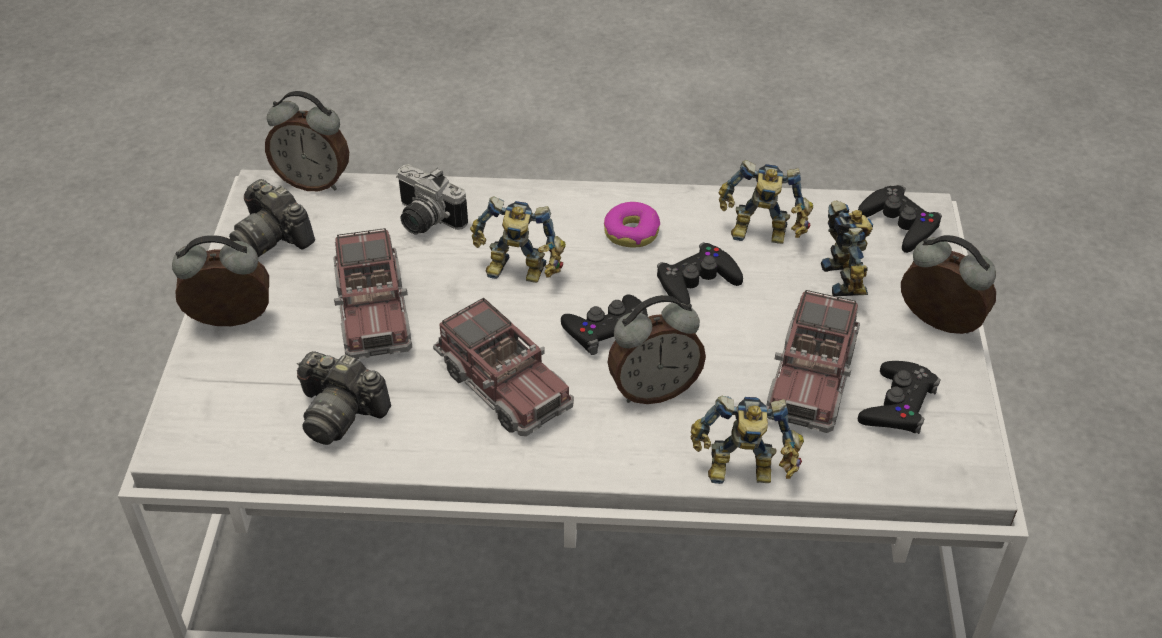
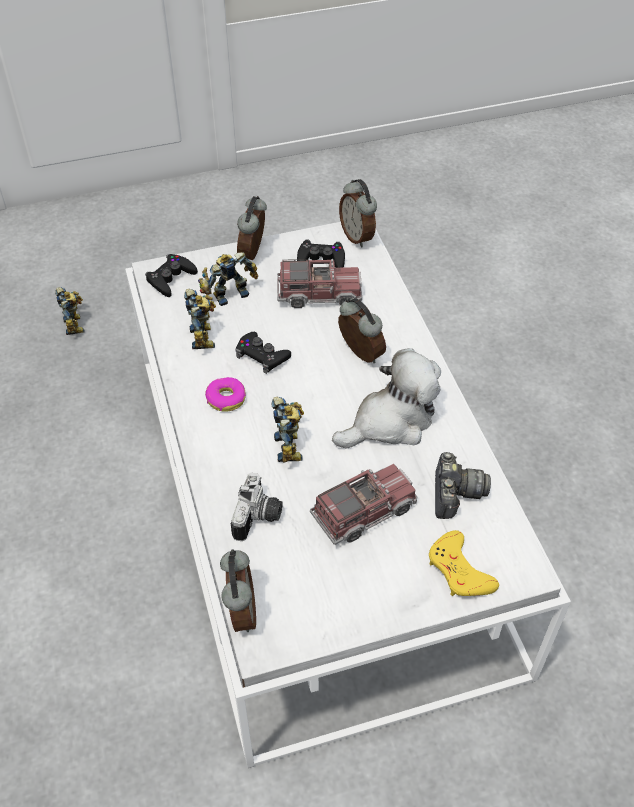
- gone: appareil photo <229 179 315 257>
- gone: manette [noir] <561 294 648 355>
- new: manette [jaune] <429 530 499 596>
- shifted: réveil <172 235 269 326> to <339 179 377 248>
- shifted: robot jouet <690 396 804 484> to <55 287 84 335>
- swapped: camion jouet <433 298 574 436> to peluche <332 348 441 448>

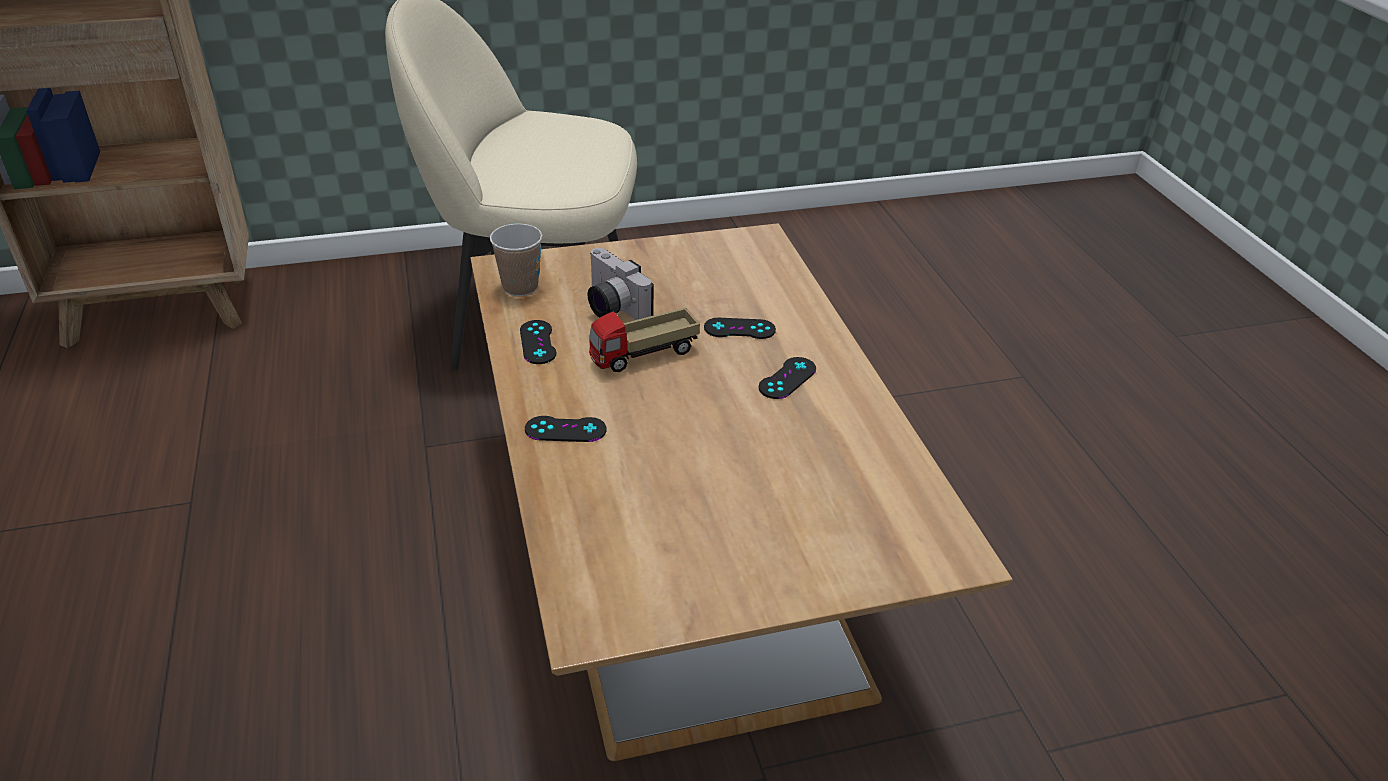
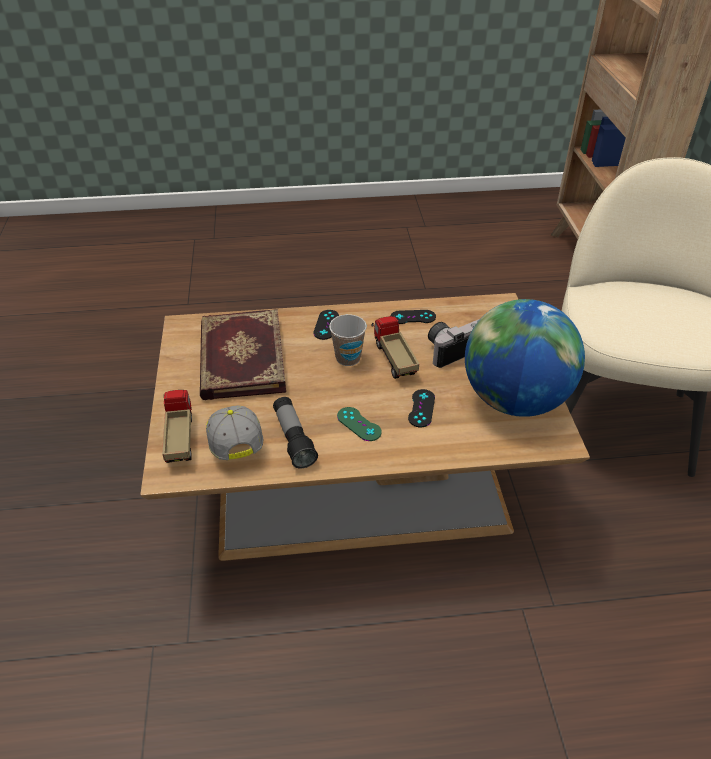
- new: camion jouet <162 390 192 463>
- new: livre <200 309 286 400>
- new: casquette <206 406 264 460>
- new: lampe de poche <273 397 318 468>
- new: globe <465 299 585 417>
- shifted: tasse <490 224 542 296> to <329 314 367 366>
- repainted: manette [noir] <759 357 816 399> to manette [vert] <337 407 382 441>

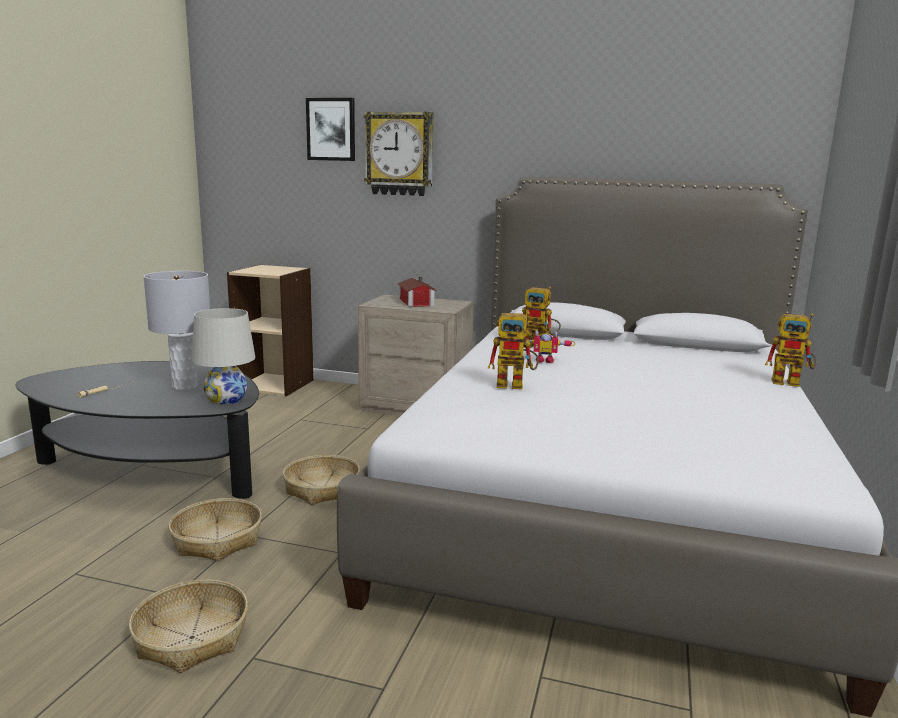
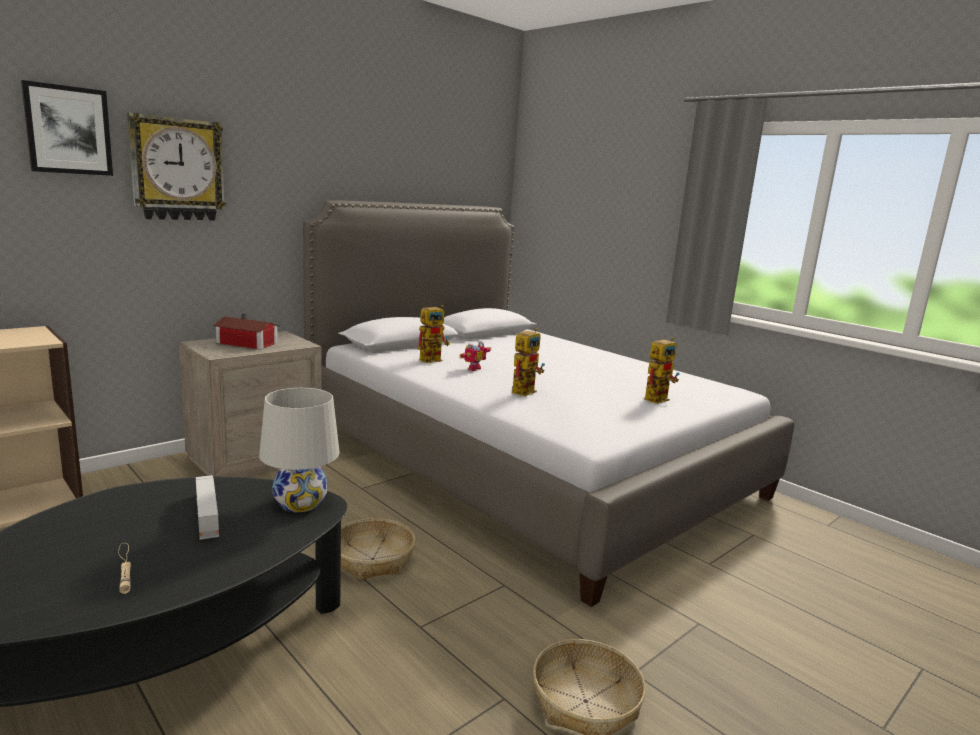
- gone: panier <168 498 262 561>
- shifted: robot jouet <765 313 817 387> to <645 337 679 404>
- swapped: lampe de table [gris] <143 271 210 390> to camion jouet <196 475 219 540>

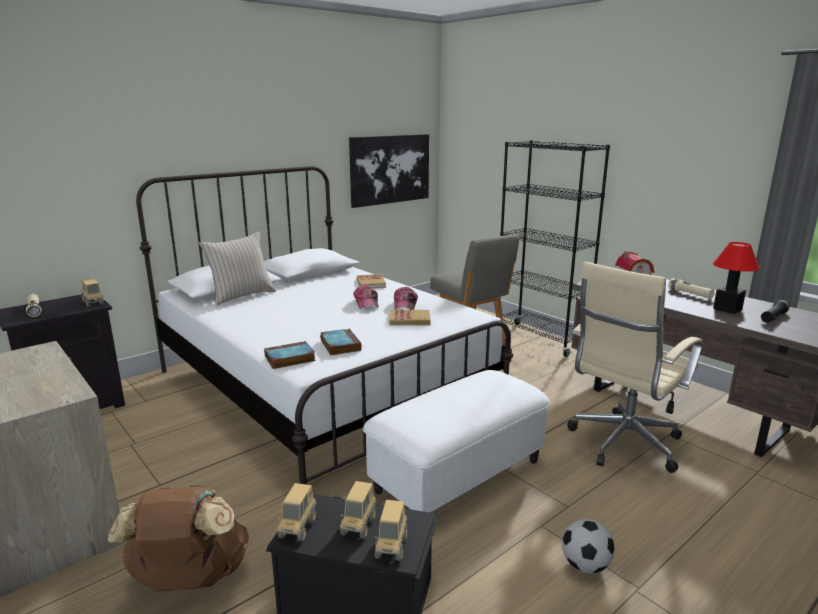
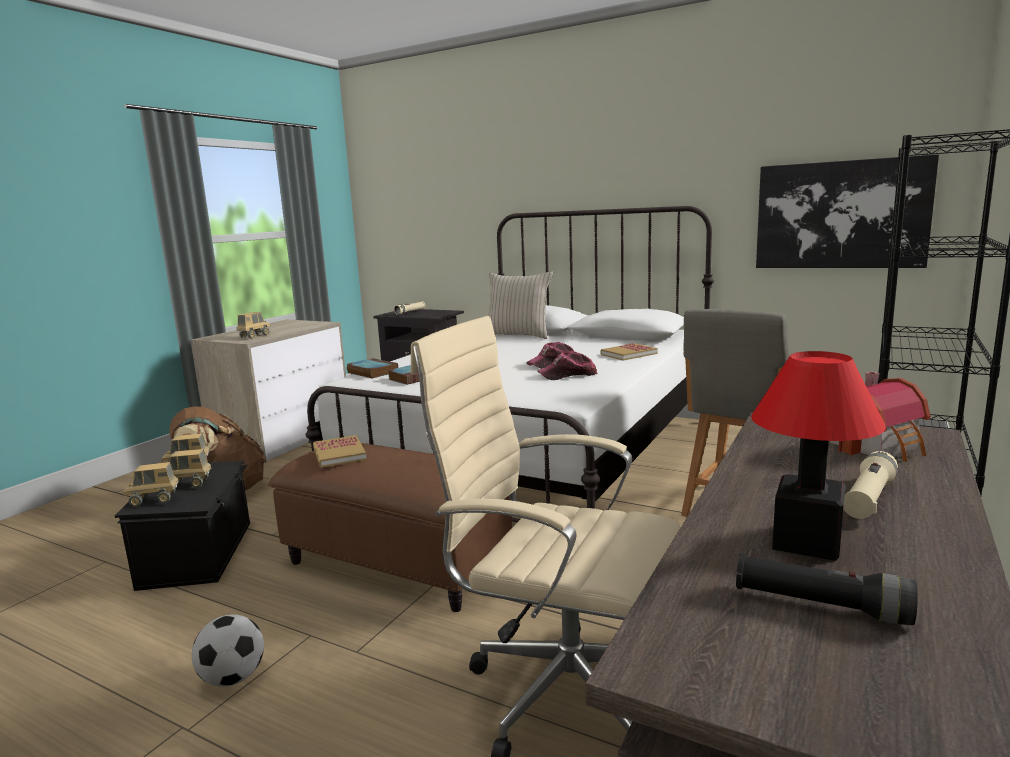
- shifted: camion jouet <80 279 104 307> to <237 312 270 338>
- shifted: livre <389 310 431 325> to <313 435 367 468>
- repainted: pouf [blanc] <363 370 550 513> to pouf [marron] <268 443 512 612>

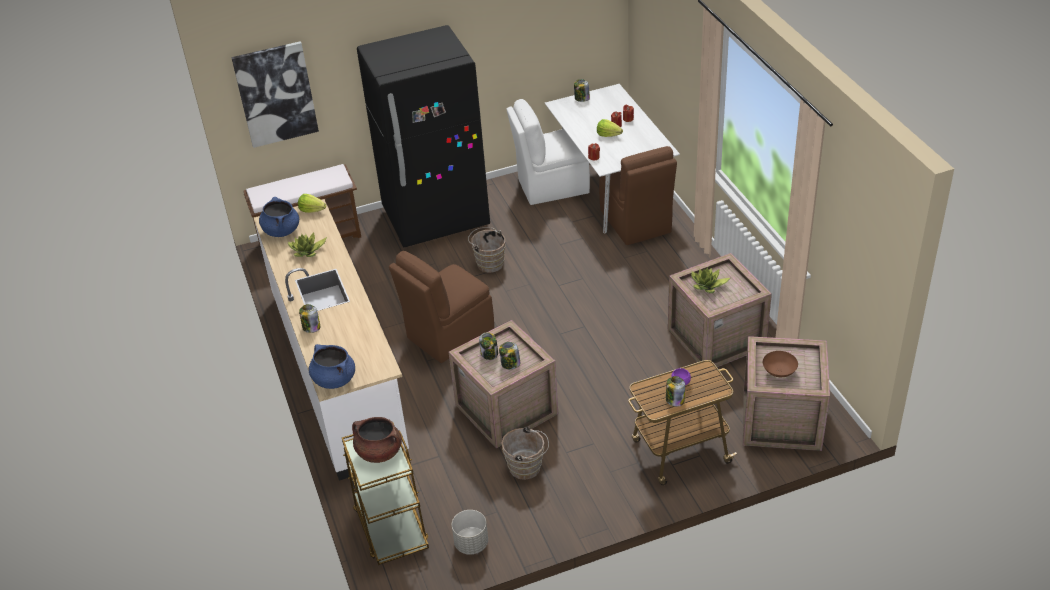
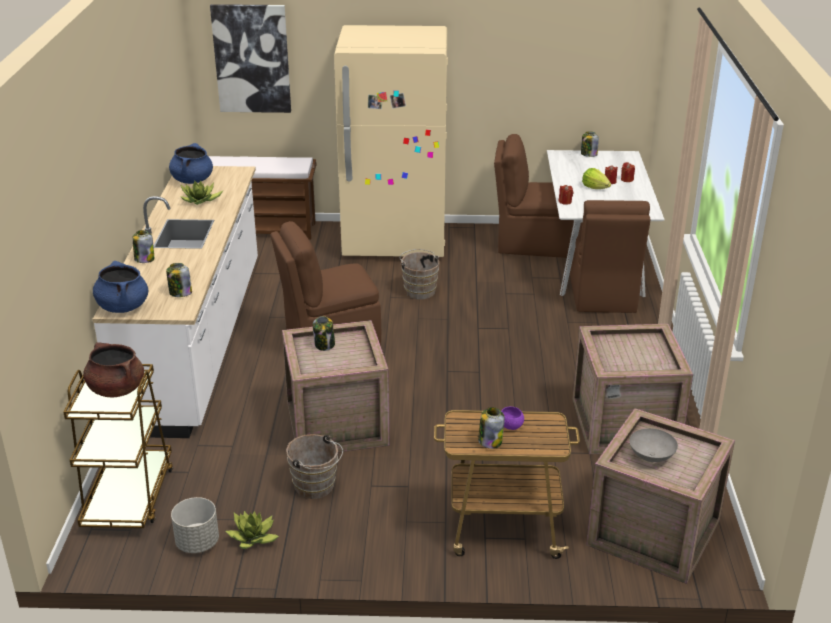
- gone: laitue <298 194 326 213>
- shifted: bocal <499 342 521 369> to <166 263 192 297>
- shifted: plante en pot <691 267 730 293> to <225 511 279 549>
- repainted: réfrigérateur [noir] <357 25 490 248> to réfrigérateur [beige] <334 25 448 257>
- repainted: chaise [blanc] <506 99 590 205> to chaise [marron] <494 134 574 258>
- repainted: bol [marron] <763 351 798 377> to bol [gris] <629 428 678 462>

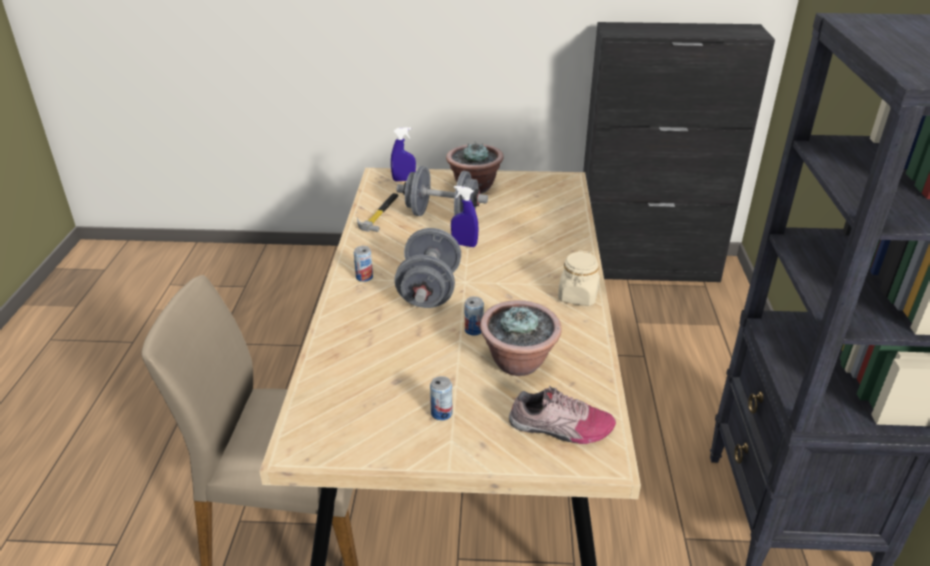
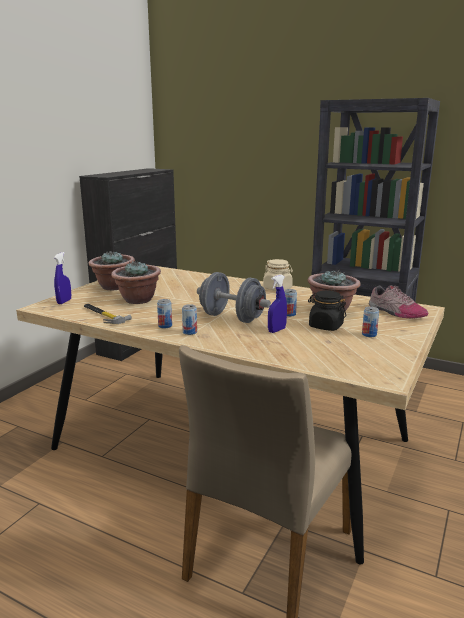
- new: boîte métallique <157 299 172 329>
- new: bocal [noir] <308 290 346 331>
- shifted: vaporisateur [bleu] <451 186 479 247> to <268 275 287 333>
- swapped: haltère [gris] <397 166 488 216> to plante en pot <111 261 161 304>
- rotated: chaussure <509 386 616 444> = <369 285 428 319> 105 degrees clockwise

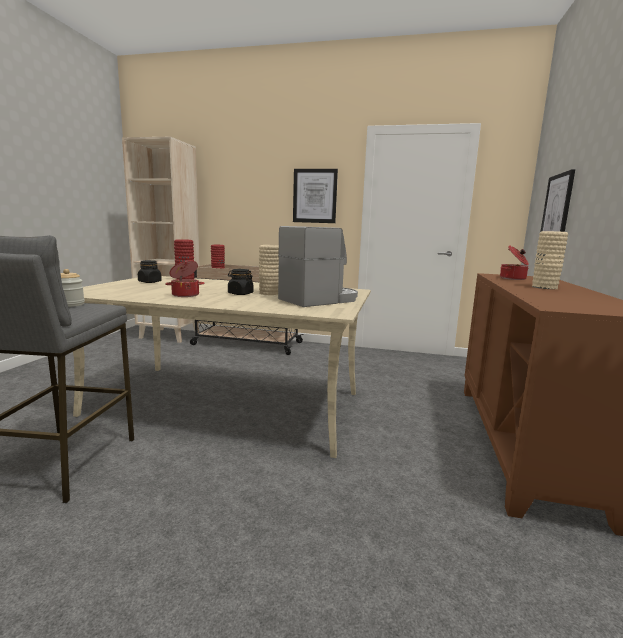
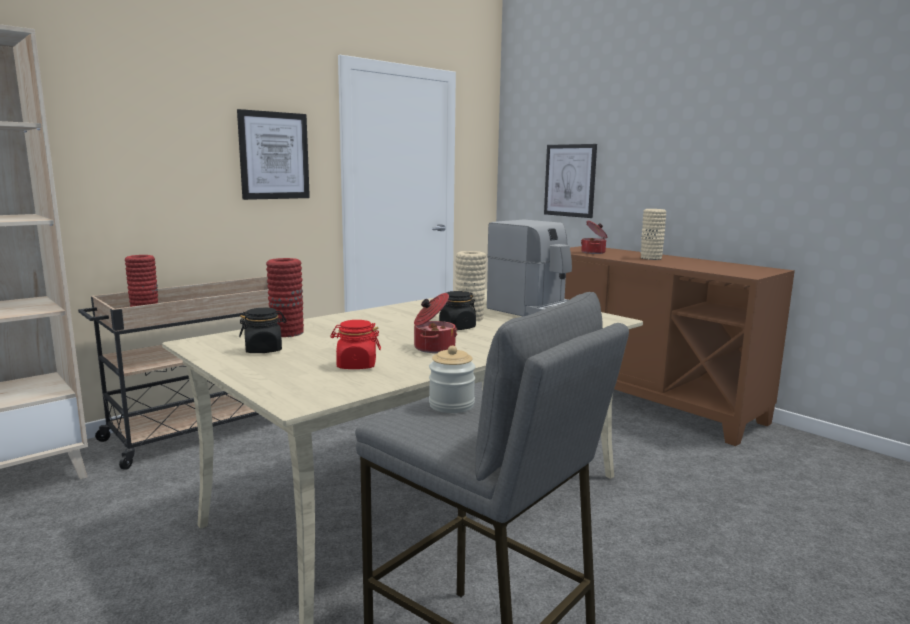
- new: bocal [rouge] <330 320 381 369>
- rotated: machine à café <278 226 358 307> = <487 220 572 316> 135 degrees clockwise

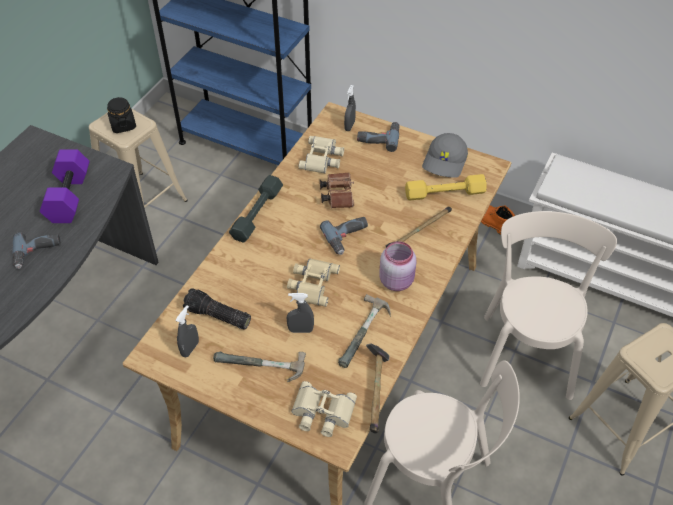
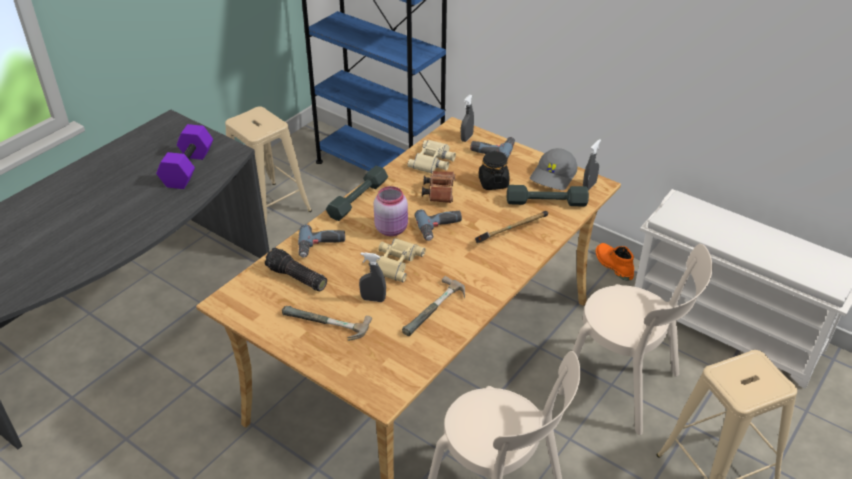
- gone: jumelles [beige] <291 381 357 437>
- gone: marteau <366 343 389 434>
- shifted: perceuse <12 233 61 269> to <298 225 345 258>
- shifted: bocal [noir] <107 97 136 133> to <479 151 509 190>
- shifted: vaporisateur [gris] <175 305 199 357> to <583 139 601 190>
- shifted: bocal [rose] <379 241 417 291> to <374 186 408 236>
- repainted: haltère [jaune] <405 174 487 200> to haltère [gris] <507 185 589 206>
- rotated: chaise [beige] <480 211 617 400> = <558 244 713 435> 105 degrees clockwise

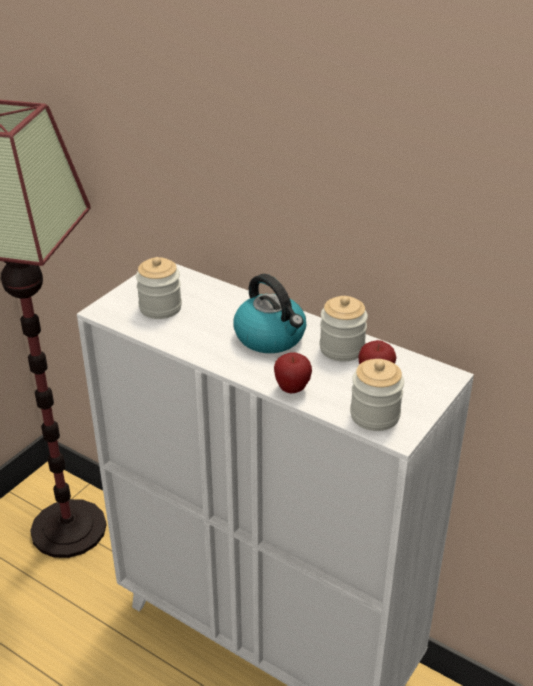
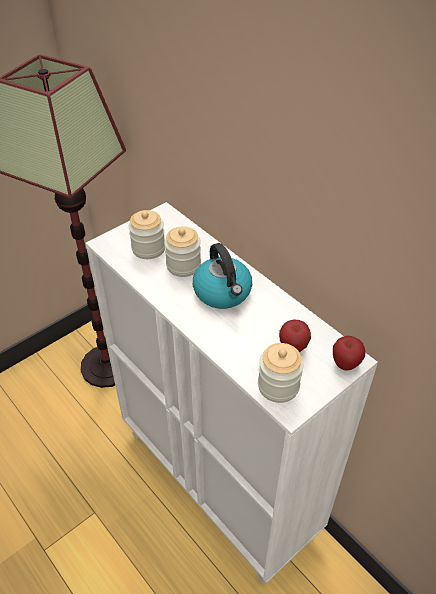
- shifted: pomme <274 352 312 393> to <333 336 366 371>
- shifted: bocal <320 296 368 361> to <164 226 201 277>

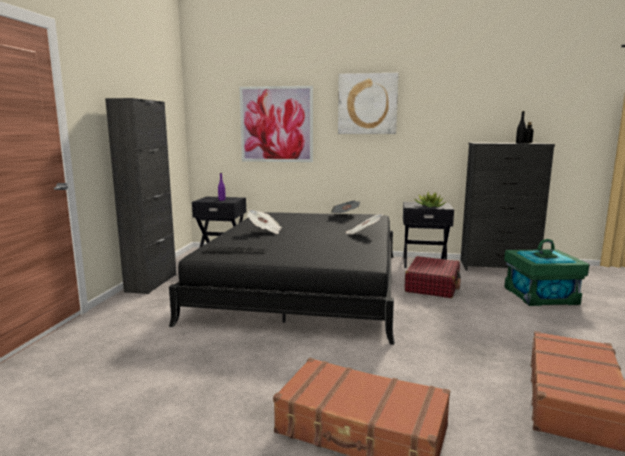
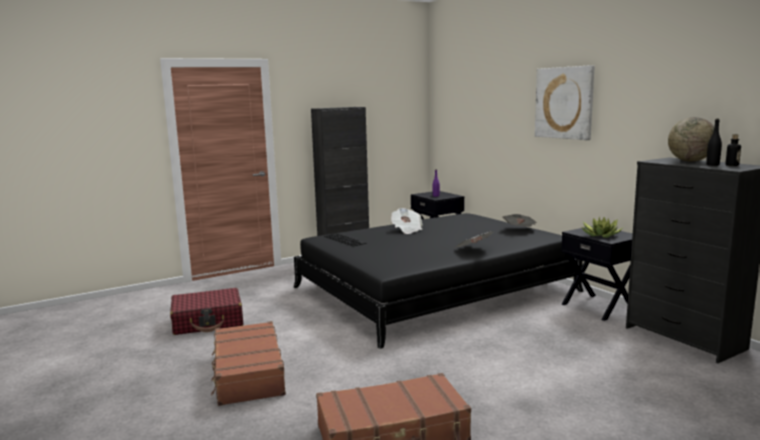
- gone: tableau <239 86 313 162>
- gone: boîte de rangement [vert] <504 239 589 306>
- new: globe <668 117 714 161>
- shifted: valise [rouge] <405 256 461 298> to <170 288 243 335>

